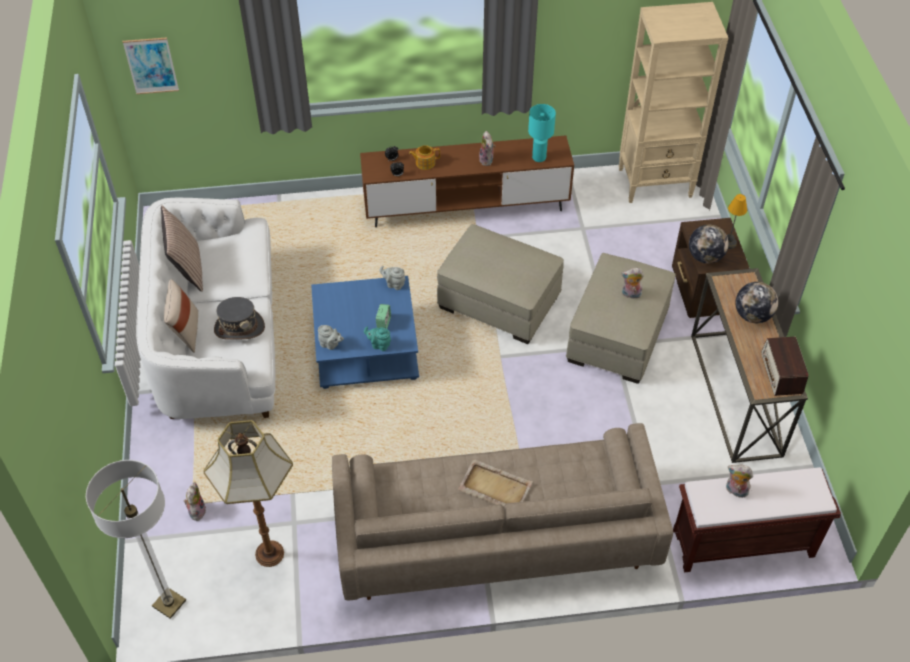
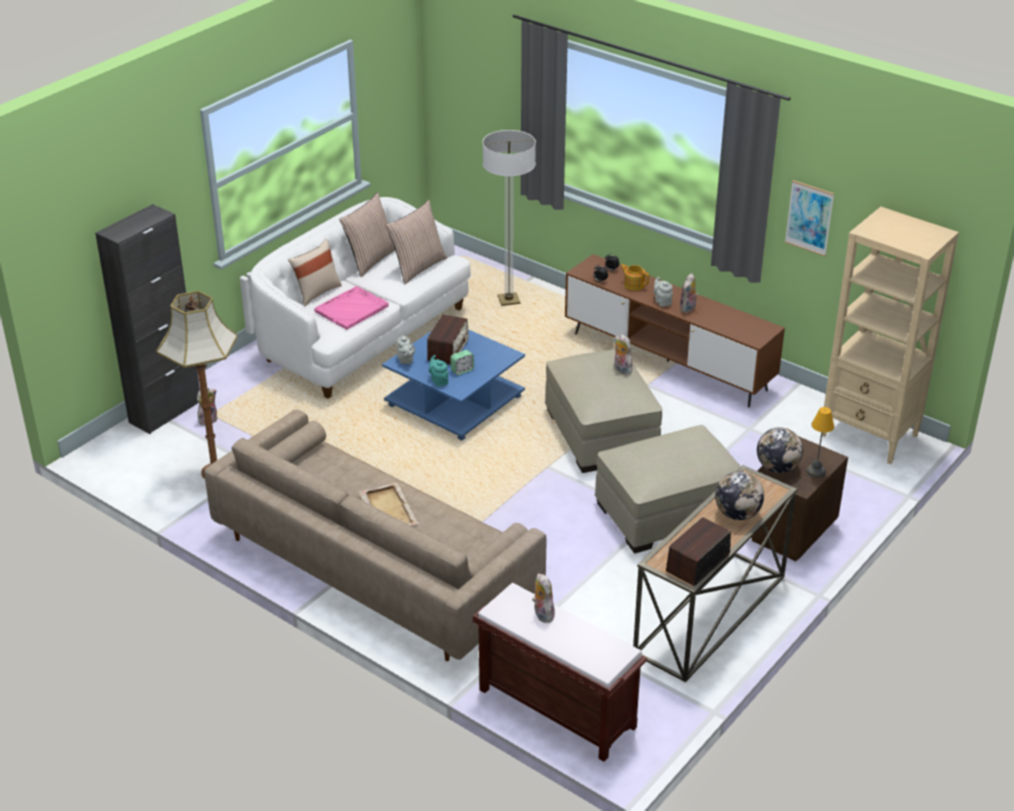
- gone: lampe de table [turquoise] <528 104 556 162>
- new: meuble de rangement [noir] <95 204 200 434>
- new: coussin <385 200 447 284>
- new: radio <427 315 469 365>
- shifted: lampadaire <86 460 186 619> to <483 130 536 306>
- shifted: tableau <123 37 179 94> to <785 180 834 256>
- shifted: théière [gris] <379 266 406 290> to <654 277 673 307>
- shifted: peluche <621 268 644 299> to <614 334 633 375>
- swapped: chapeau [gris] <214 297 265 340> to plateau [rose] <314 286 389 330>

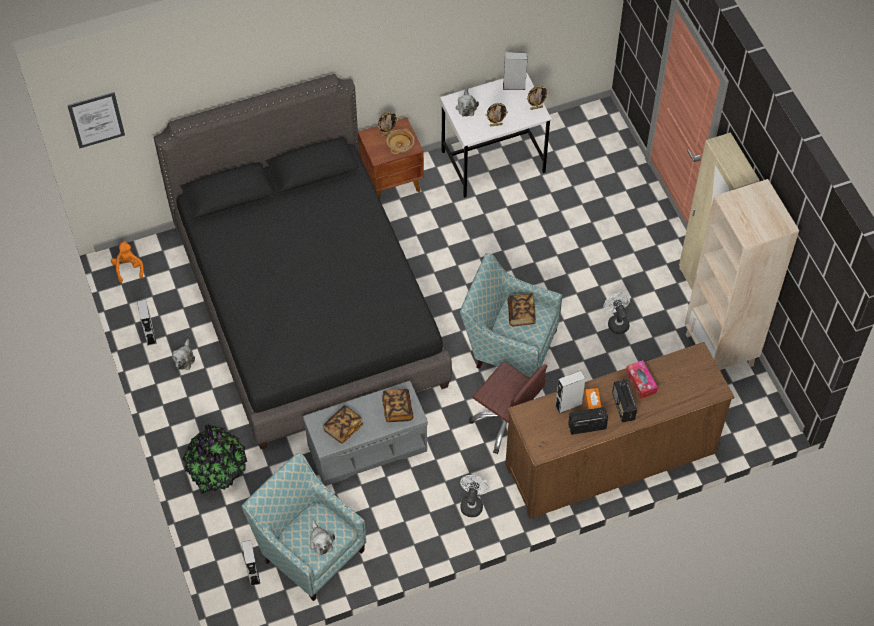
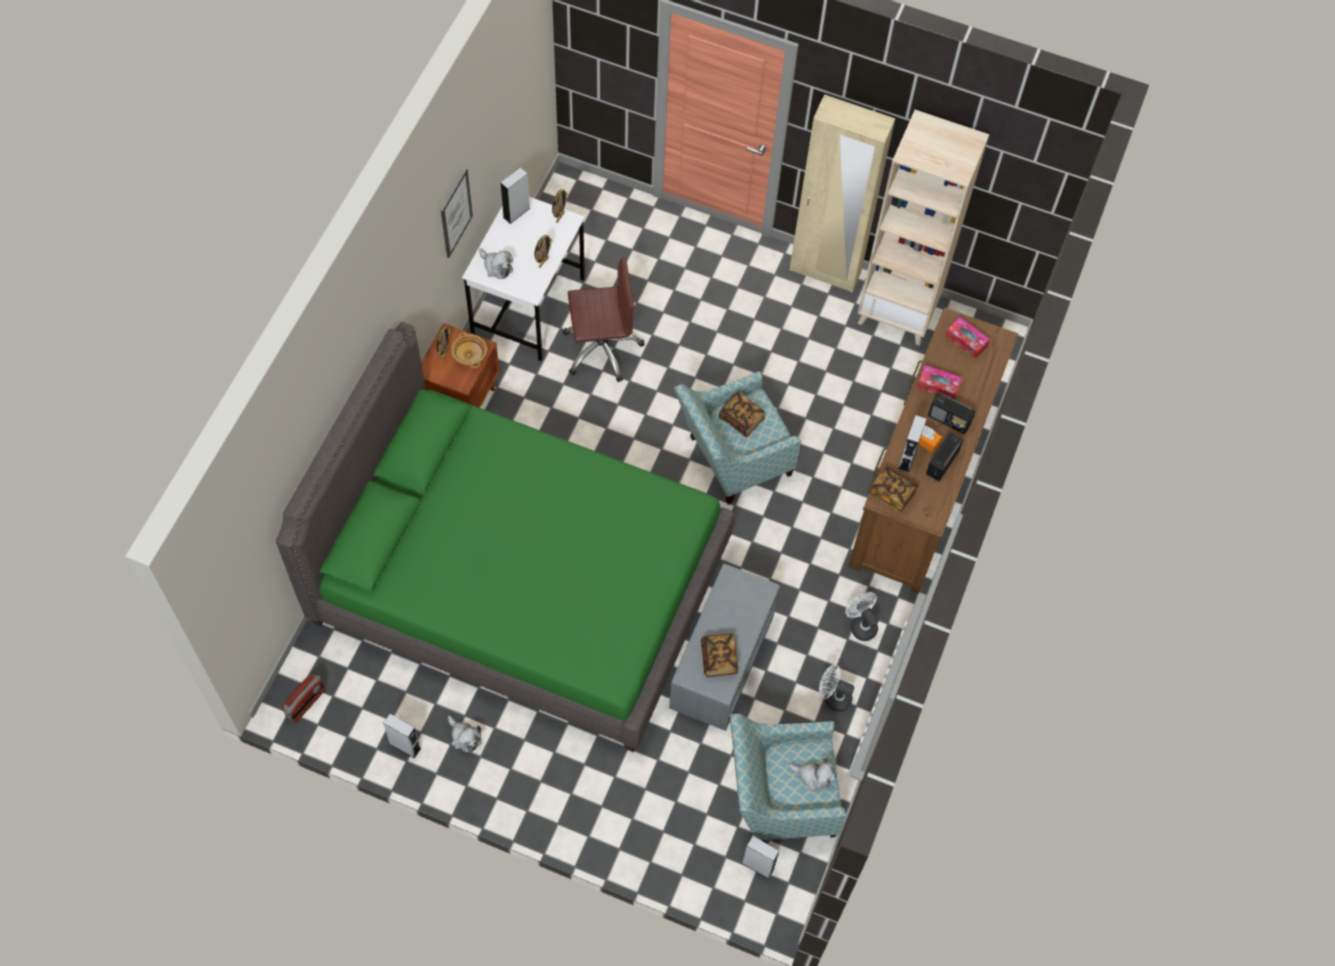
- gone: plante en pot <183 424 247 494>
- new: boîte à mouchoirs <945 317 990 359>
- shifted: tableau <67 92 125 148> to <441 168 473 258>
- shifted: livre <382 388 414 422> to <869 466 919 512>
- shifted: chaise de bureau [marron] <469 361 548 454> to <563 256 645 382>
- shifted: ventilateur [blanc] <604 292 630 334> to <819 664 855 712>
- swapped: peluche [orange] <111 241 144 283> to radio <282 674 325 723>
- repainted: lit [noir] <154 74 452 449> to lit [vert] <276 322 734 752>

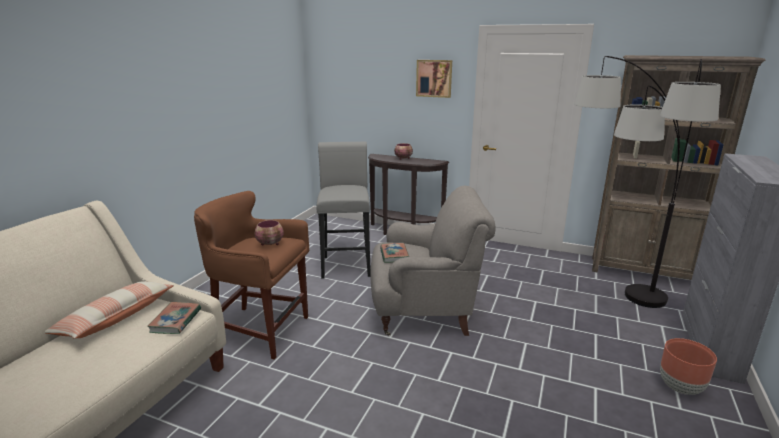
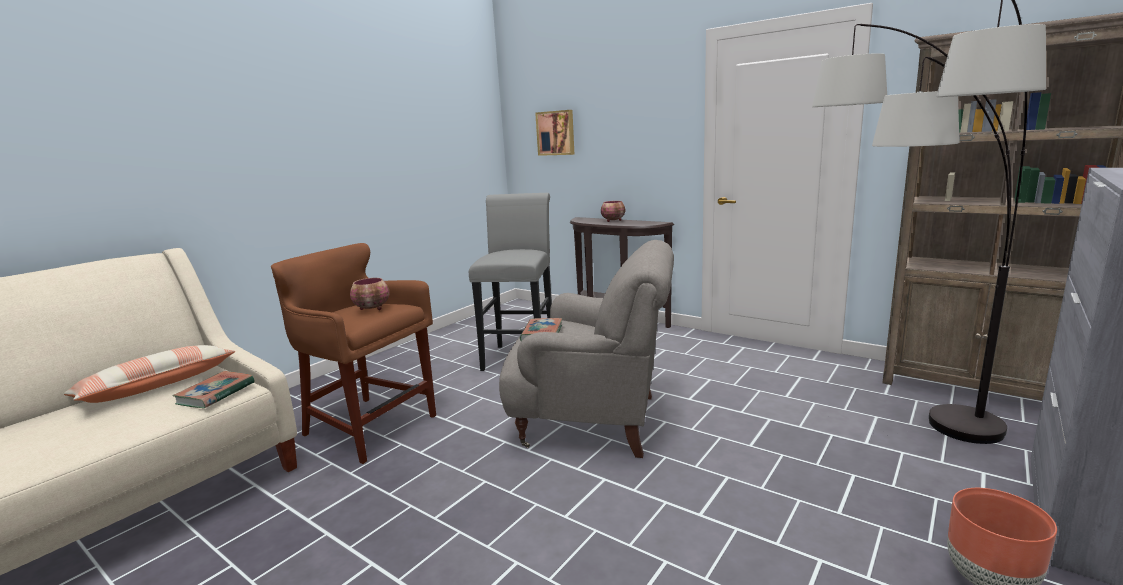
- shifted: tableau <416 60 452 98> to <535 110 574 156>

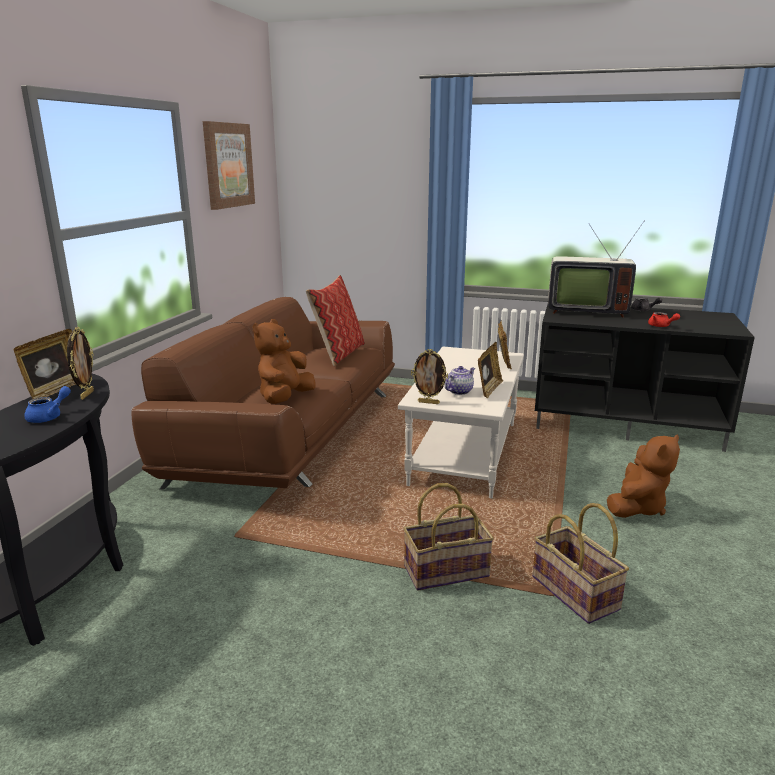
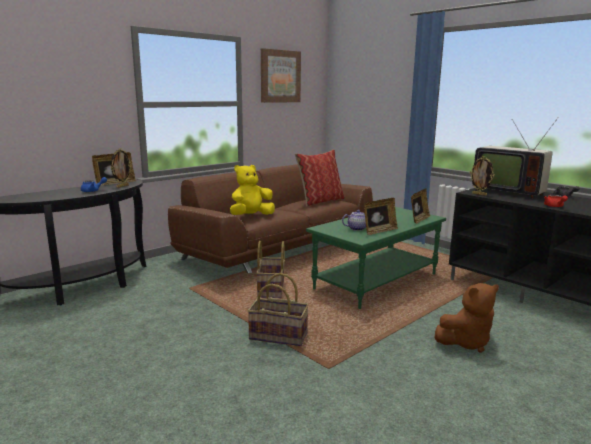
- shifted: cadre photo <411 349 448 404> to <470 156 494 196>
- shifted: panier <532 503 629 624> to <256 241 285 298>
- repainted: peluche [marron] <253 319 316 404> to peluche [jaune] <230 165 275 215>
- repainted: table basse [blanc] <398 347 524 499> to table basse [vert] <306 207 446 309>

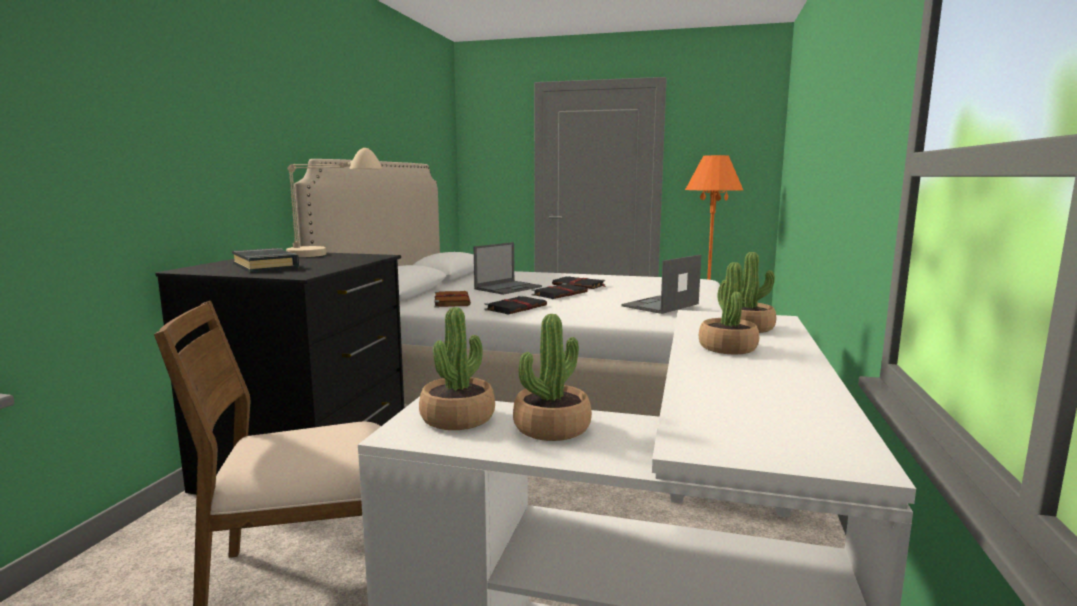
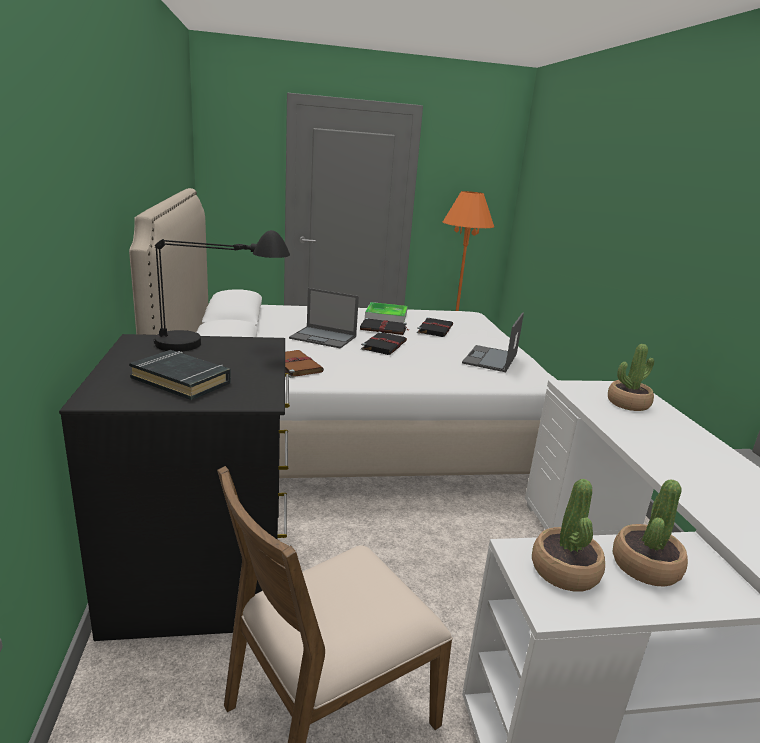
- gone: plante en pot <699 262 759 355>
- new: plateau <365 302 408 323>
- shifted: livre [noir] <485 296 547 314> to <417 317 453 337>
- repainted: lampe de table [beige] <286 148 383 257> to lampe de table [noir] <154 230 290 352>
- rotated: ordinateur portable <474 242 542 295> = <289 288 359 349> 90 degrees clockwise

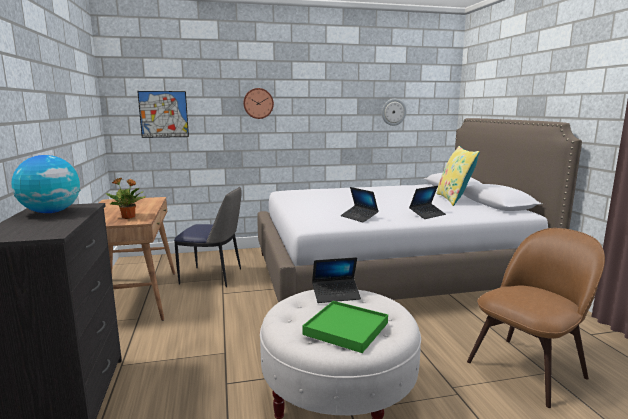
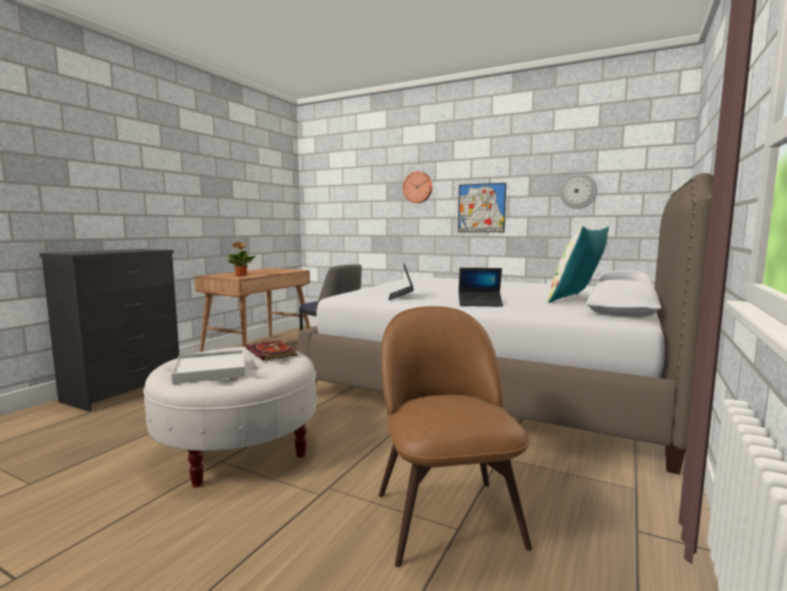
- gone: globe <11 155 81 213>
- shifted: tableau <137 91 189 138> to <458 183 506 232>
- swapped: ordinateur portable <312 257 361 303> to livre <246 340 298 361>
- repainted: plateau [vert] <302 301 388 353> to plateau [blanc] <171 350 245 384>
- repainted: coussin [jaune] <437 146 480 206> to coussin [blanc] <548 226 609 303>
- rotated: chaise [marron] <467 228 605 408> = <379 306 532 567> 105 degrees counterclockwise

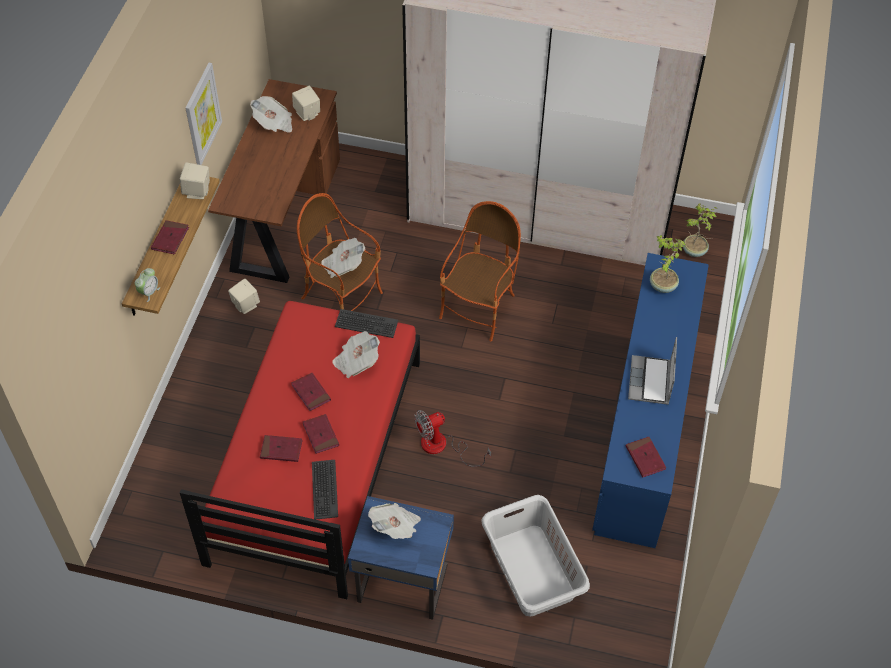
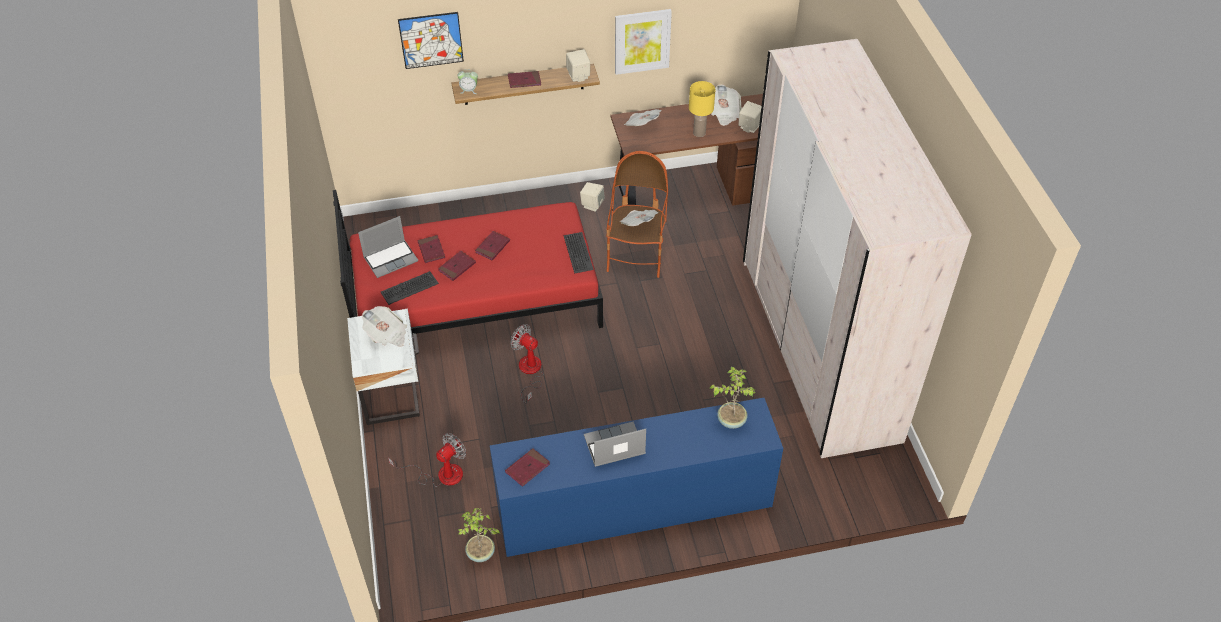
- gone: fauteuil <439 201 521 342>
- new: ordinateur portable <358 216 418 278>
- new: tableau <398 12 464 69>
- new: lampe de table [jaune] <689 81 715 137>
- shifted: journal <333 331 380 378> to <624 109 662 126>
- shifted: plante en pot <683 203 717 257> to <458 508 500 562>
- swapped: panier à linge [gris] <481 495 590 617> to ventilateur <388 433 466 487>
- repainted: table de chevet [bleu] <348 496 454 620> to table de chevet [blanc] <347 309 420 425>

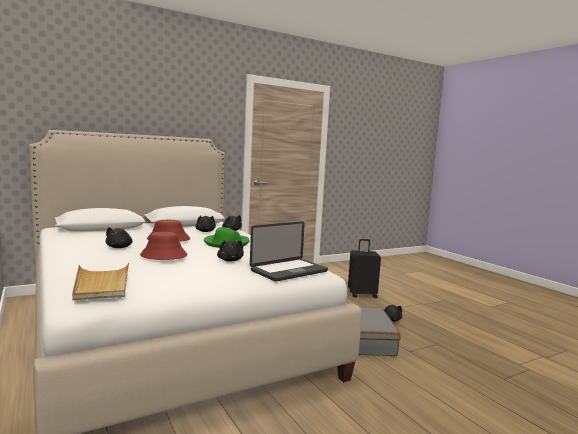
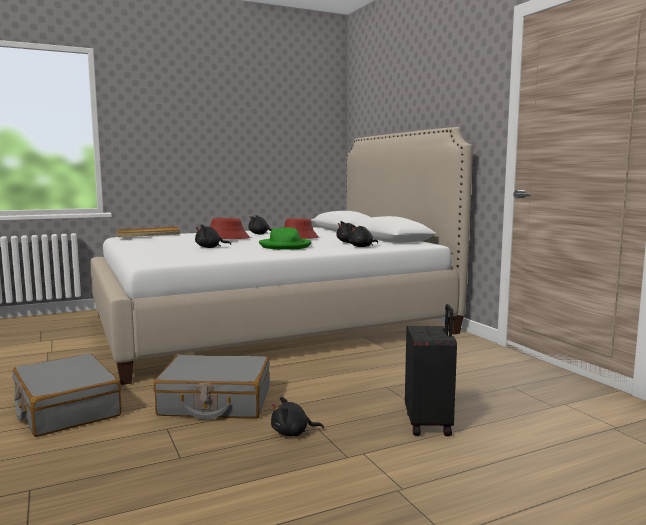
- gone: ordinateur portable <250 221 328 282>
- new: valise [gris] <12 353 122 437>

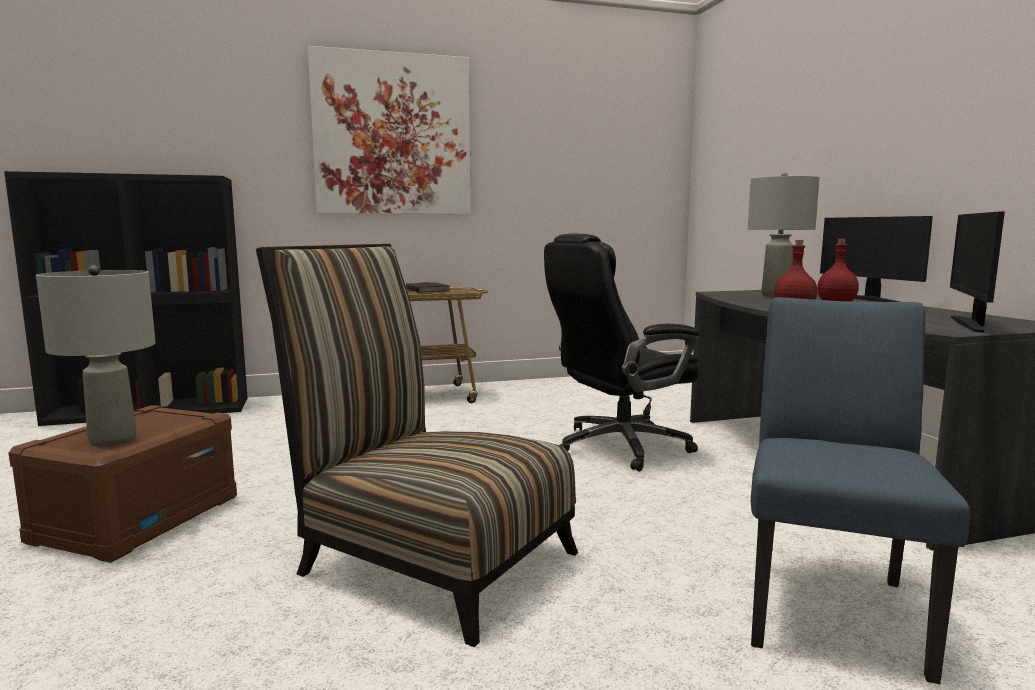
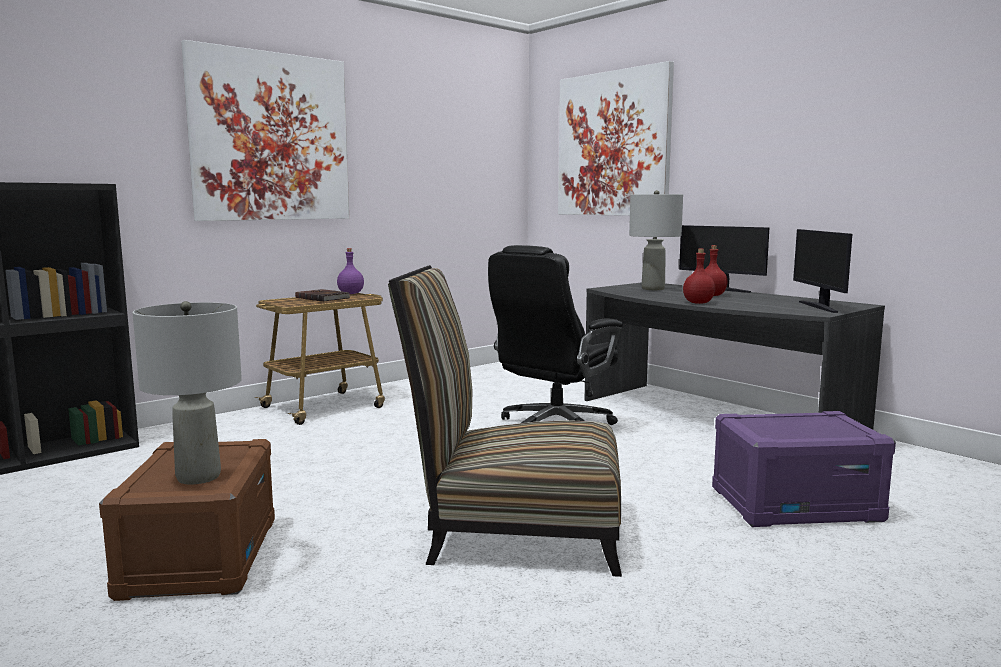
- new: bouteille [violet] <337 248 364 294>
- new: tableau <558 61 674 216>
- swapped: chaise [bleu] <751 297 970 684> to boîte de rangement [violet] <712 411 896 527>

